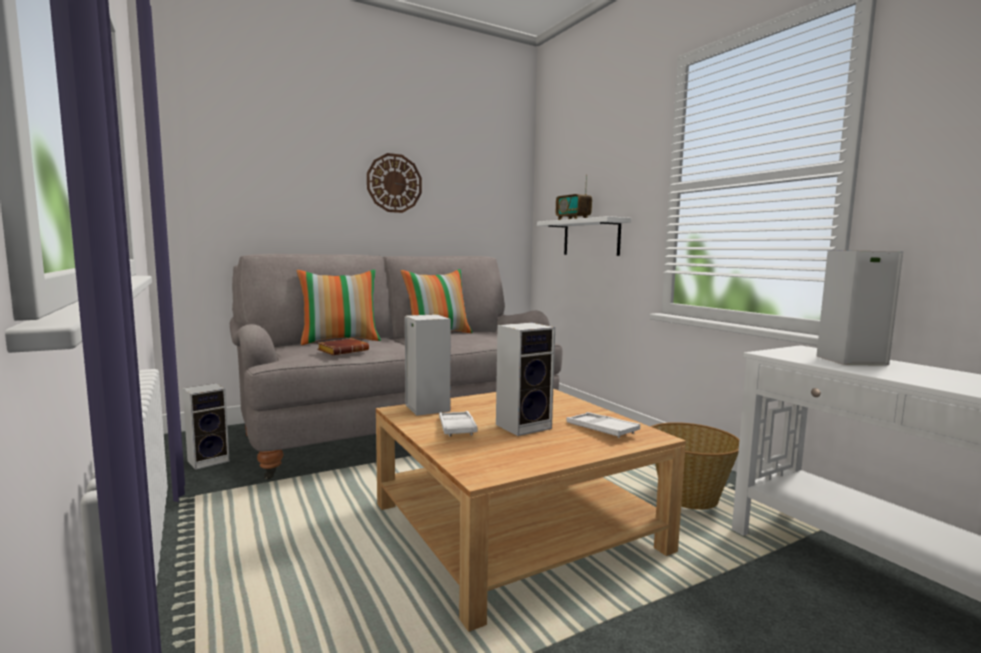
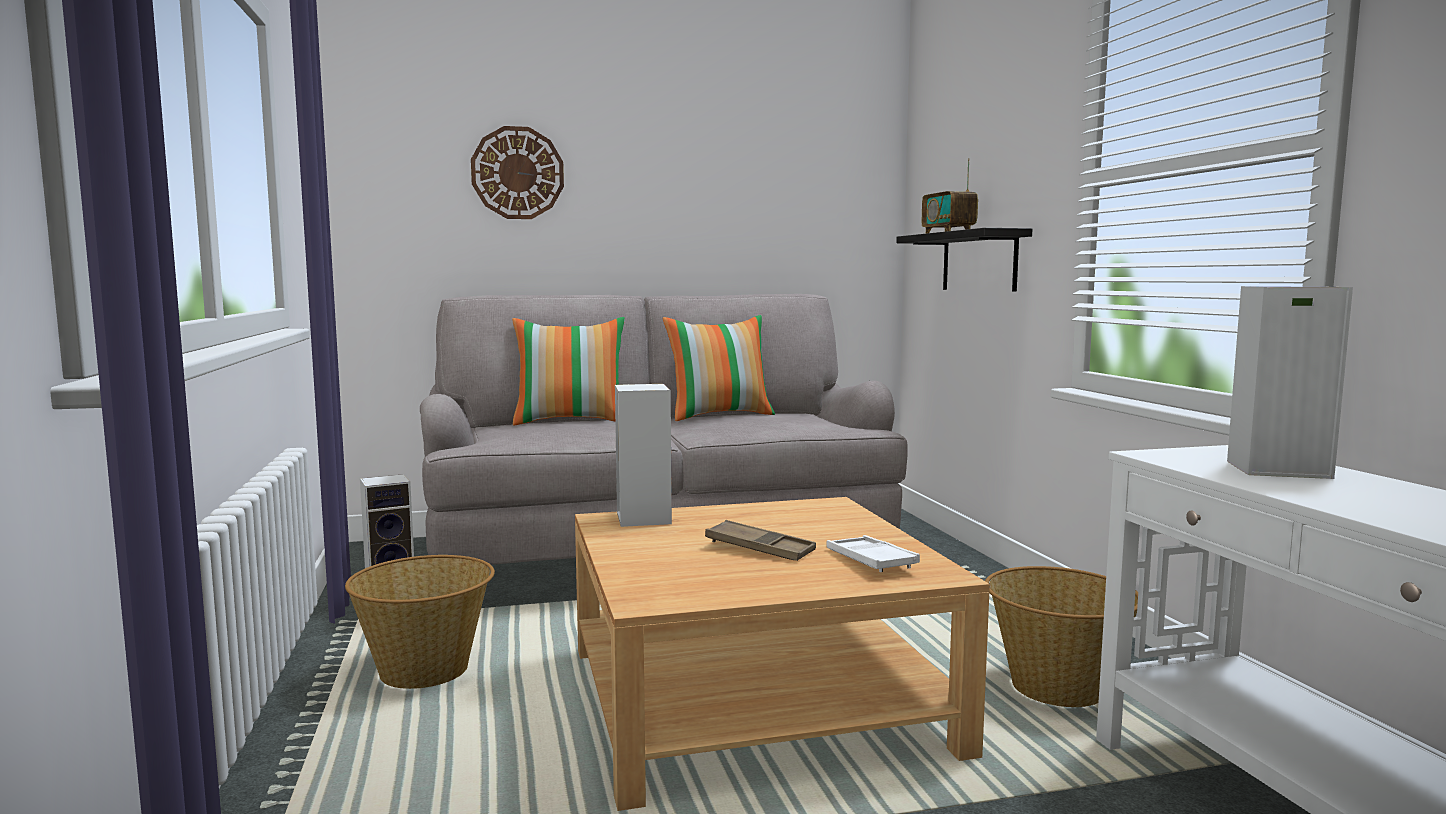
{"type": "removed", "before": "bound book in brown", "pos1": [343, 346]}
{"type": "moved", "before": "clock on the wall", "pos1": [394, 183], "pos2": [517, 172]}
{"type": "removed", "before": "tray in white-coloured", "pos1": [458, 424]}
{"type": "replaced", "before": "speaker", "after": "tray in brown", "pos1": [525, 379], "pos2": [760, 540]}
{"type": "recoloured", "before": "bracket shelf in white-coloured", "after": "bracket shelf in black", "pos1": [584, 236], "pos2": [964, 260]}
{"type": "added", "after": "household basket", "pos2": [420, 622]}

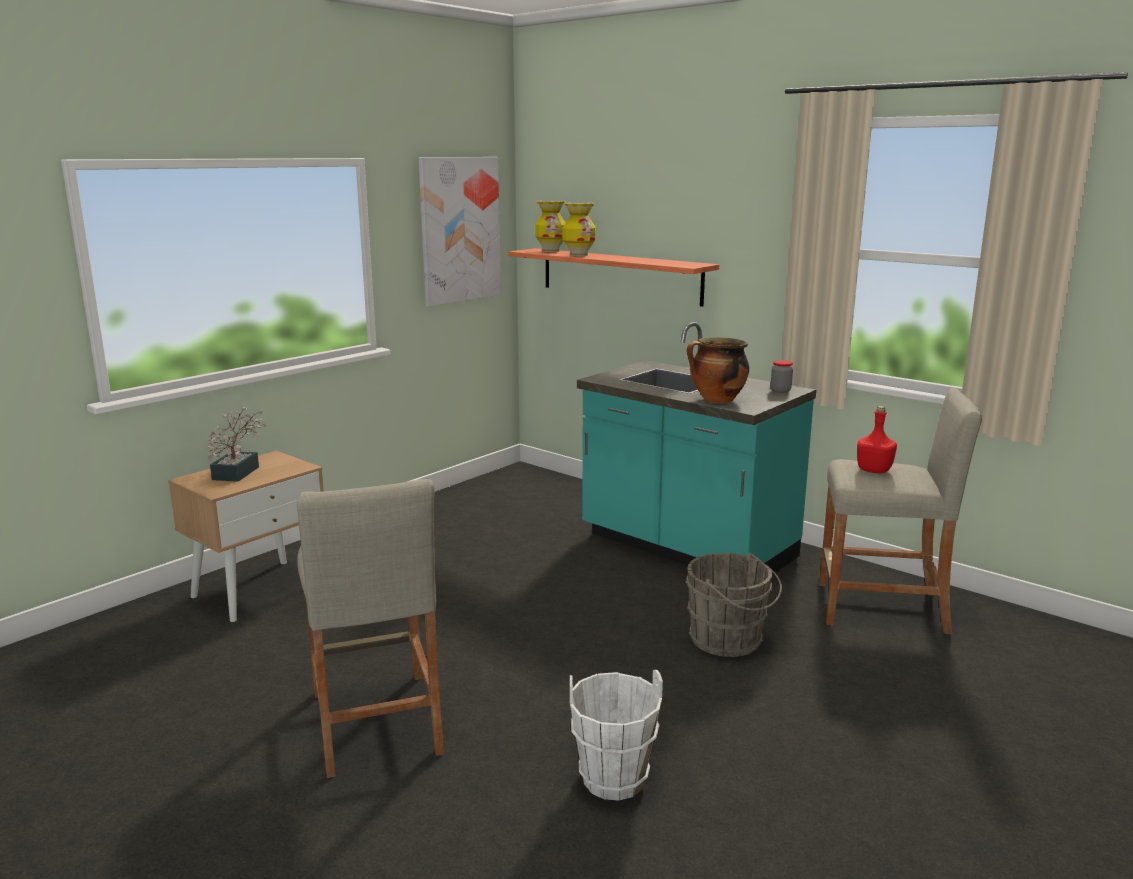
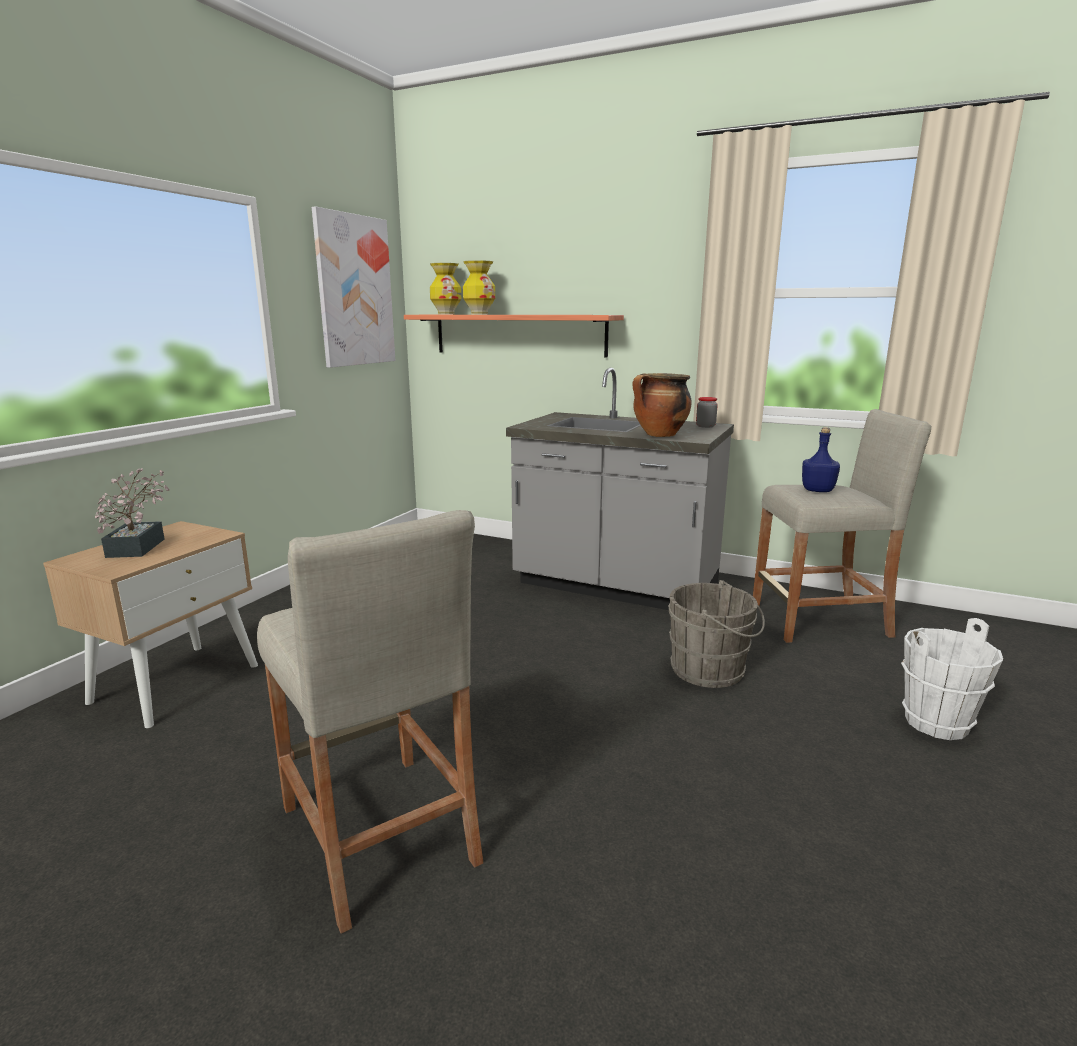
{"type": "moved", "before": "water bucket in white-coloured", "pos1": [616, 735], "pos2": [952, 679]}
{"type": "recoloured", "before": "kitchen counter in blue-green", "after": "kitchen counter in grey", "pos1": [696, 448], "pos2": [620, 488]}
{"type": "recoloured", "before": "bottle in red-coloured", "after": "bottle in bluish", "pos1": [877, 439], "pos2": [821, 459]}

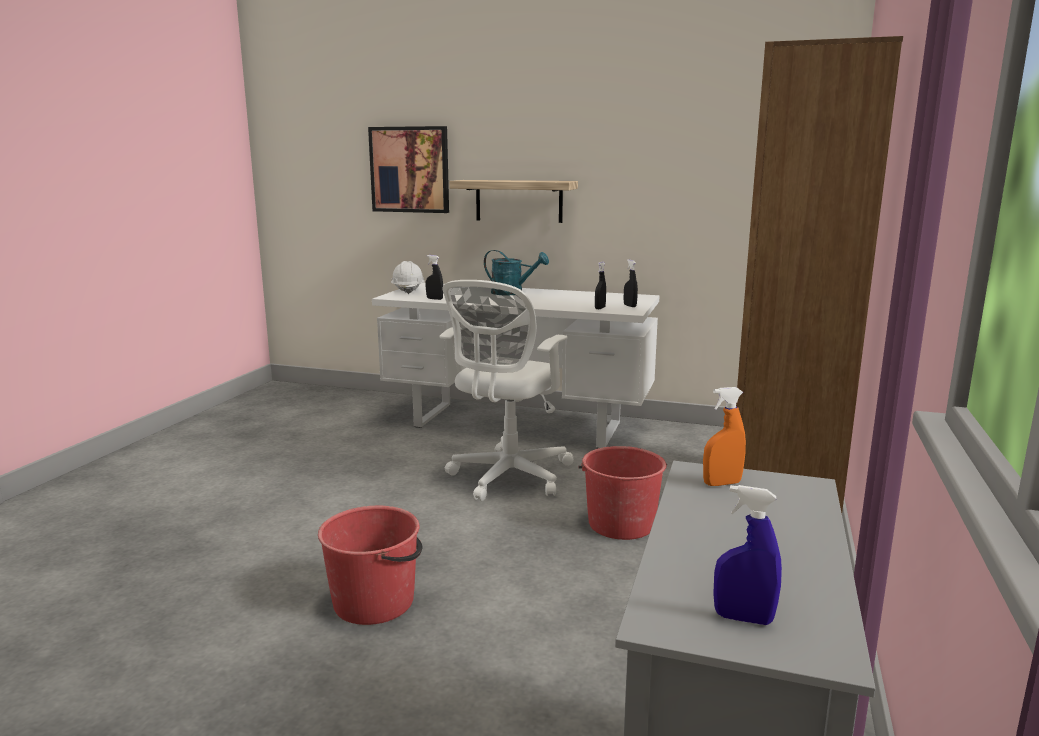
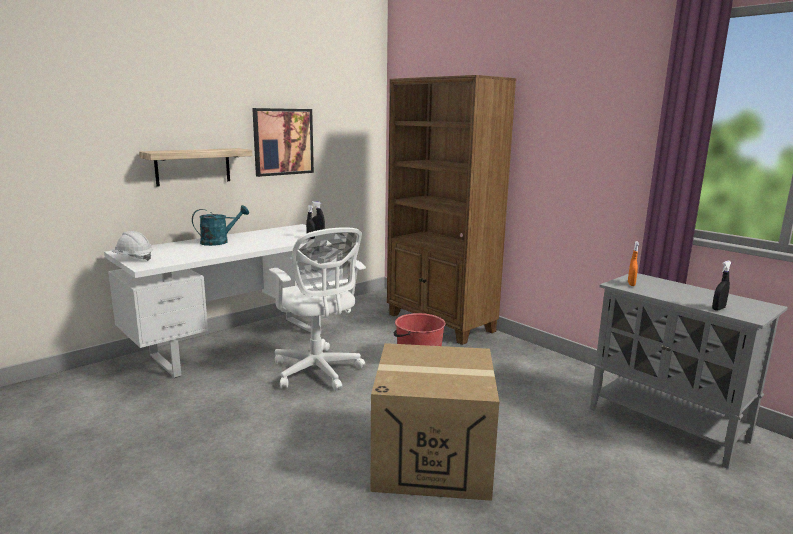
{"type": "replaced", "before": "water bucket in red-coloured", "after": "cardboard box", "pos1": [370, 565], "pos2": [434, 422]}
{"type": "moved", "before": "picture", "pos1": [408, 169], "pos2": [283, 142]}
{"type": "moved", "before": "sprayer in black", "pos1": [434, 277], "pos2": [721, 286]}
{"type": "removed", "before": "sprayer in bluish", "pos1": [747, 555]}

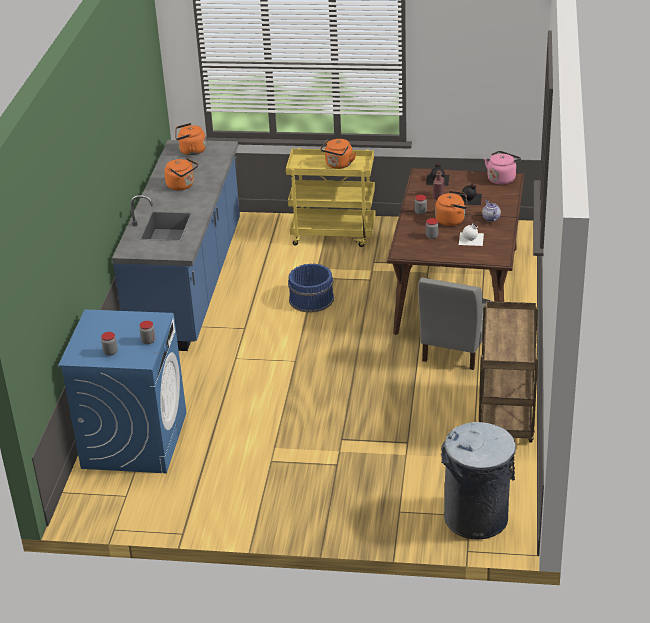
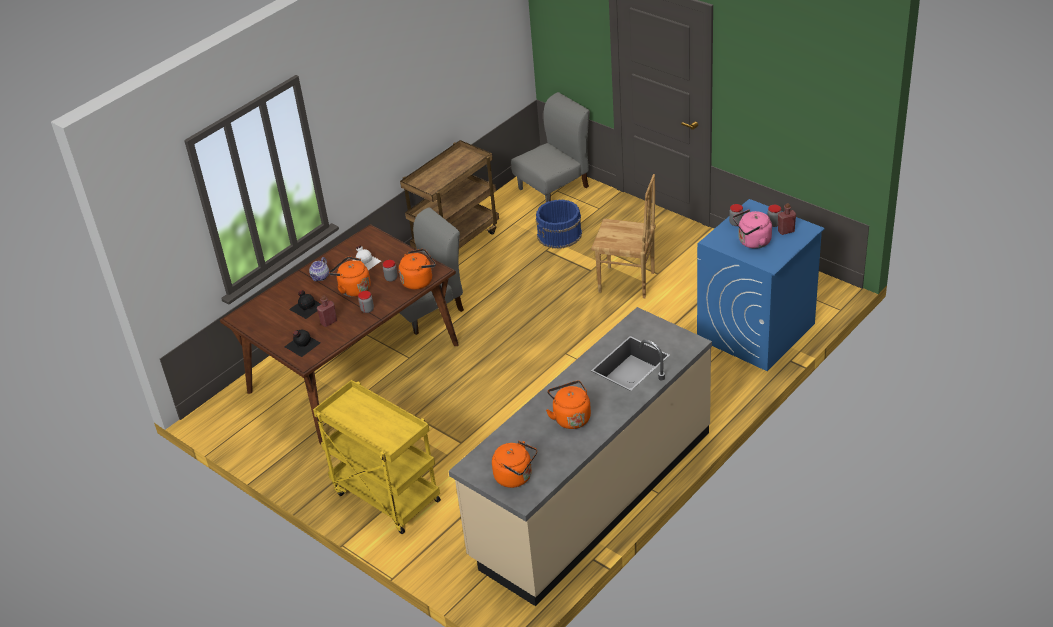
{"type": "recoloured", "before": "kitchen counter in bluish", "after": "kitchen counter in beige-coloured", "pos1": [176, 245], "pos2": [580, 456]}
{"type": "moved", "before": "water bucket in bluish", "pos1": [311, 288], "pos2": [559, 224]}
{"type": "moved", "before": "tea kettle in orange-coloured", "pos1": [338, 154], "pos2": [417, 269]}
{"type": "replaced", "before": "waste bin in grey", "after": "chair in grey", "pos1": [478, 480], "pos2": [550, 147]}
{"type": "moved", "before": "tea kettle in pink-coloured", "pos1": [502, 168], "pos2": [752, 229]}
{"type": "added", "after": "chair in brown", "pos2": [623, 236]}
{"type": "added", "after": "bottle in red-coloured", "pos2": [787, 219]}

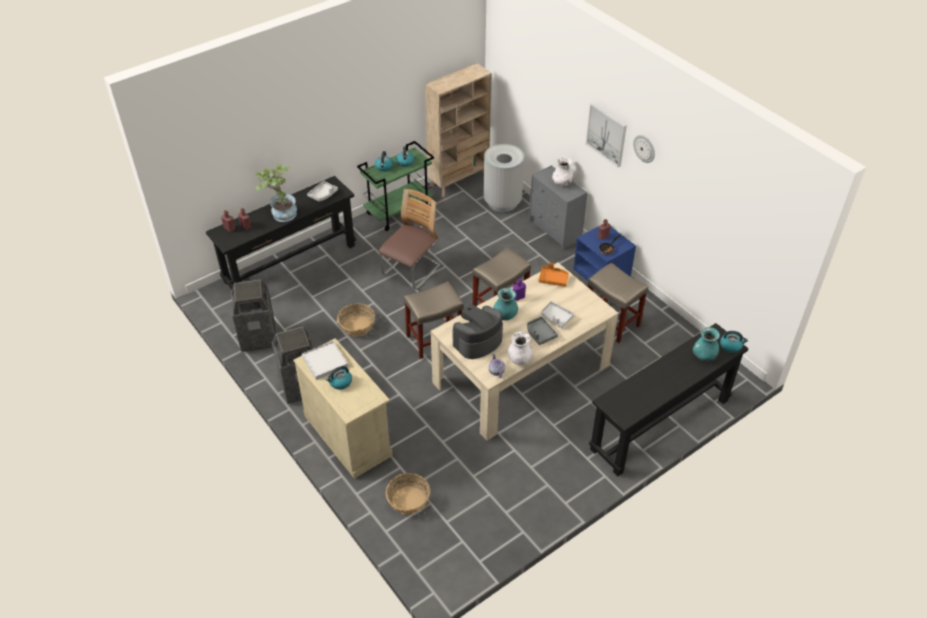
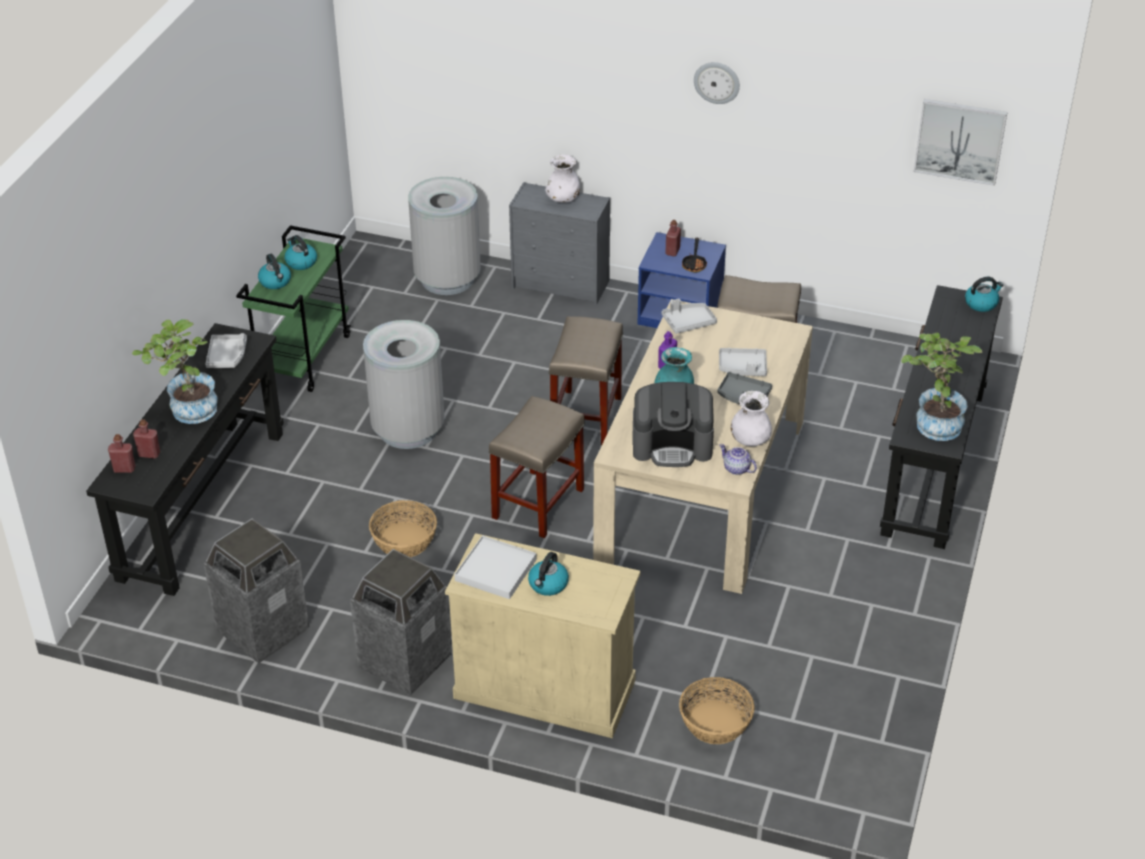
{"type": "replaced", "before": "chair", "after": "waste bin in grey", "pos1": [410, 239], "pos2": [404, 384]}
{"type": "removed", "before": "bookcase in beige-coloured", "pos1": [458, 130]}
{"type": "turned", "before": "coffee brewer", "pos1": [478, 332], "pos2": [673, 424], "turn": -105}
{"type": "recoloured", "before": "tray in orange-coloured", "after": "tray in grey", "pos1": [554, 275], "pos2": [689, 316]}
{"type": "moved", "before": "picture", "pos1": [606, 135], "pos2": [960, 142]}
{"type": "removed", "before": "flower vase in blue-green", "pos1": [706, 344]}
{"type": "added", "after": "houseplant", "pos2": [942, 387]}

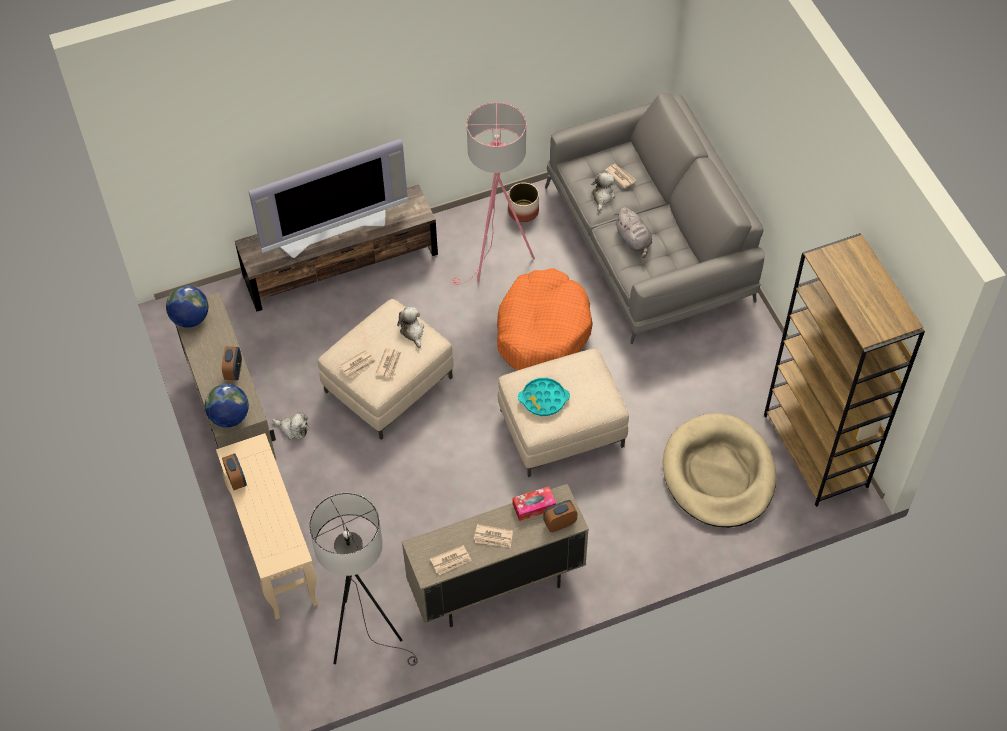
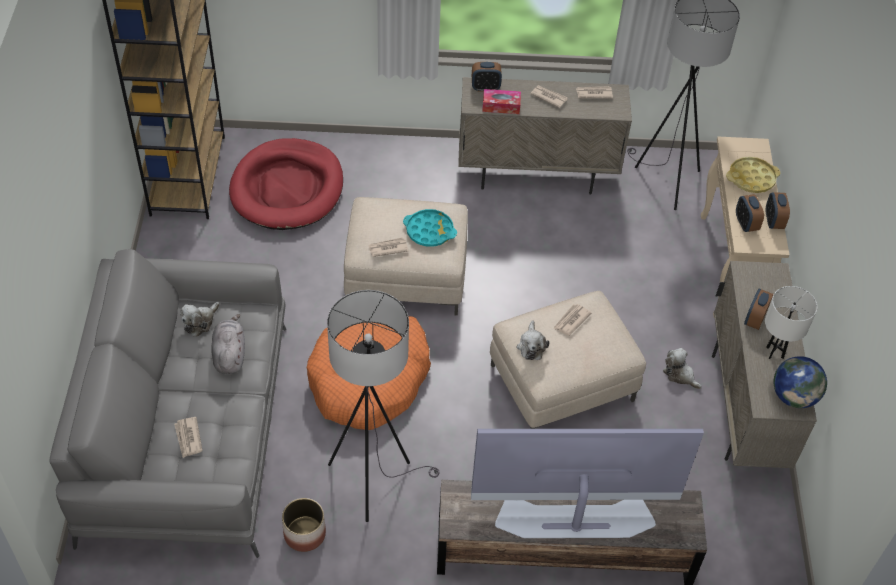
{"type": "removed", "before": "desk globe", "pos1": [227, 405]}
{"type": "moved", "before": "daily paper", "pos1": [357, 364], "pos2": [388, 247]}
{"type": "recoloured", "before": "standard lamp in pink-coloured", "after": "standard lamp in grey", "pos1": [493, 193], "pos2": [383, 406]}
{"type": "moved", "before": "plush toy", "pos1": [603, 192], "pos2": [200, 319]}
{"type": "recoloured", "before": "dog bed in beige-coloured", "after": "dog bed in red-coloured", "pos1": [719, 470], "pos2": [286, 184]}
{"type": "added", "after": "tray in yellow", "pos2": [753, 175]}
{"type": "added", "after": "bedside clock", "pos2": [750, 213]}
{"type": "added", "after": "lamp for a table in white-coloured", "pos2": [791, 322]}

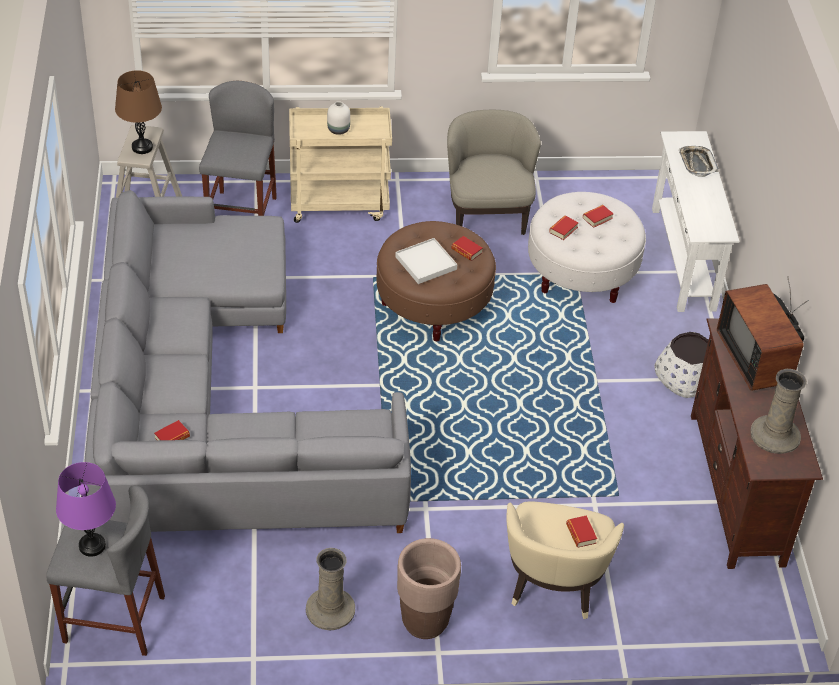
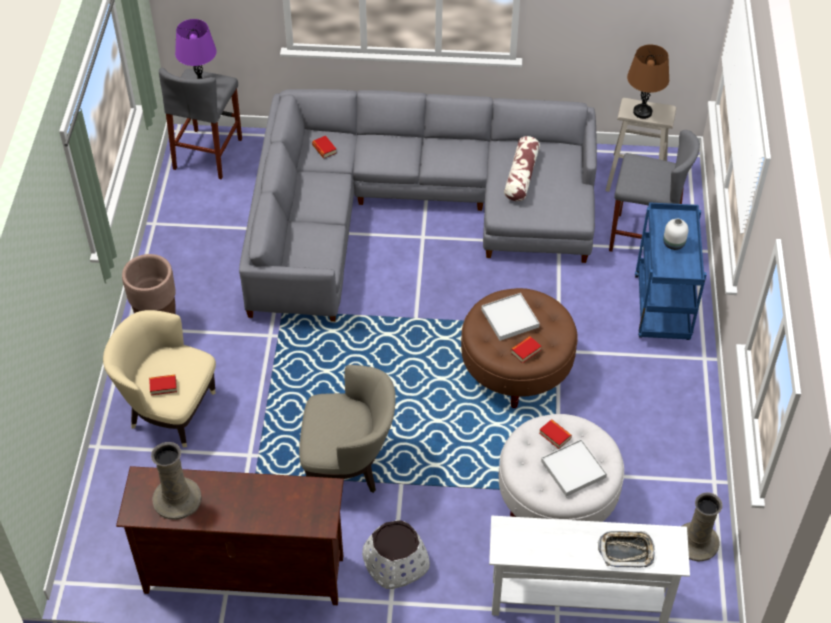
{"type": "recoloured", "before": "wheeled cart in beige-coloured", "after": "wheeled cart in bluish", "pos1": [340, 165], "pos2": [671, 271]}
{"type": "moved", "before": "flower vase in beige-coloured", "pos1": [330, 589], "pos2": [702, 527]}
{"type": "moved", "before": "easy chair in beige-coloured", "pos1": [494, 172], "pos2": [347, 429]}
{"type": "replaced", "before": "bound book", "after": "tray in white-coloured", "pos1": [598, 216], "pos2": [574, 467]}
{"type": "removed", "before": "TV", "pos1": [763, 333]}
{"type": "added", "after": "pillow", "pos2": [522, 168]}

